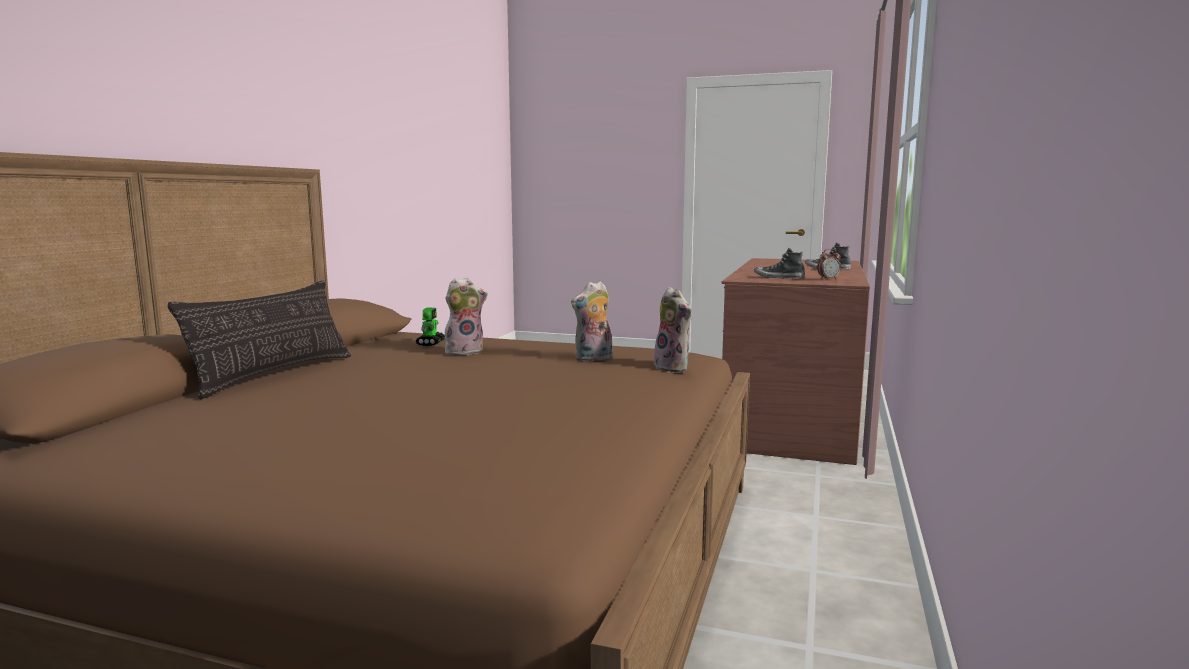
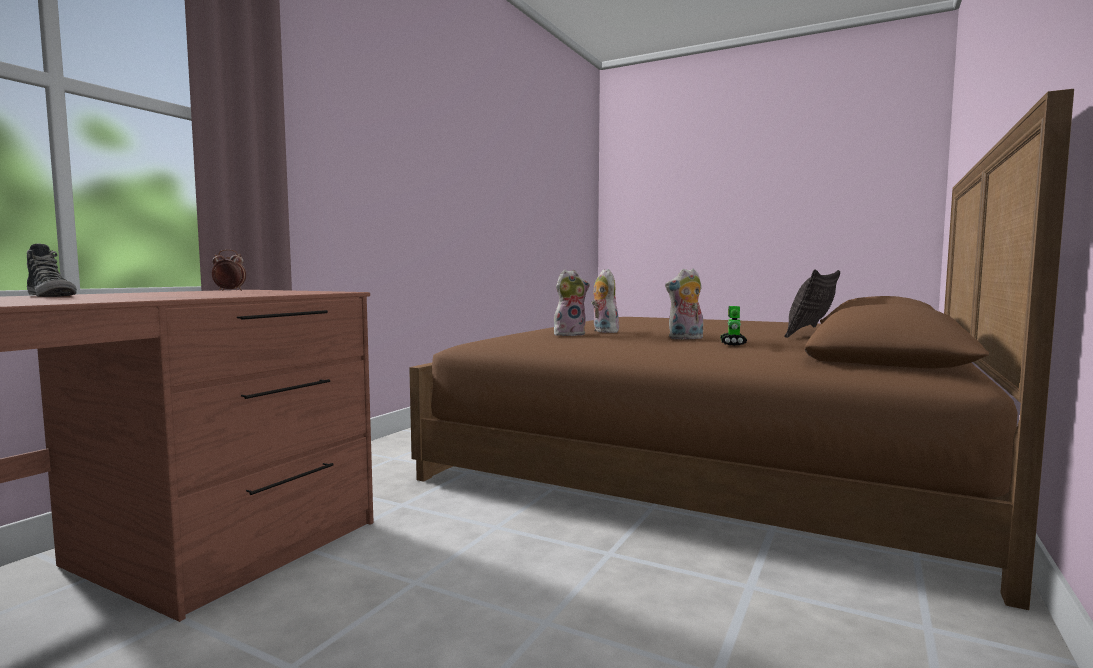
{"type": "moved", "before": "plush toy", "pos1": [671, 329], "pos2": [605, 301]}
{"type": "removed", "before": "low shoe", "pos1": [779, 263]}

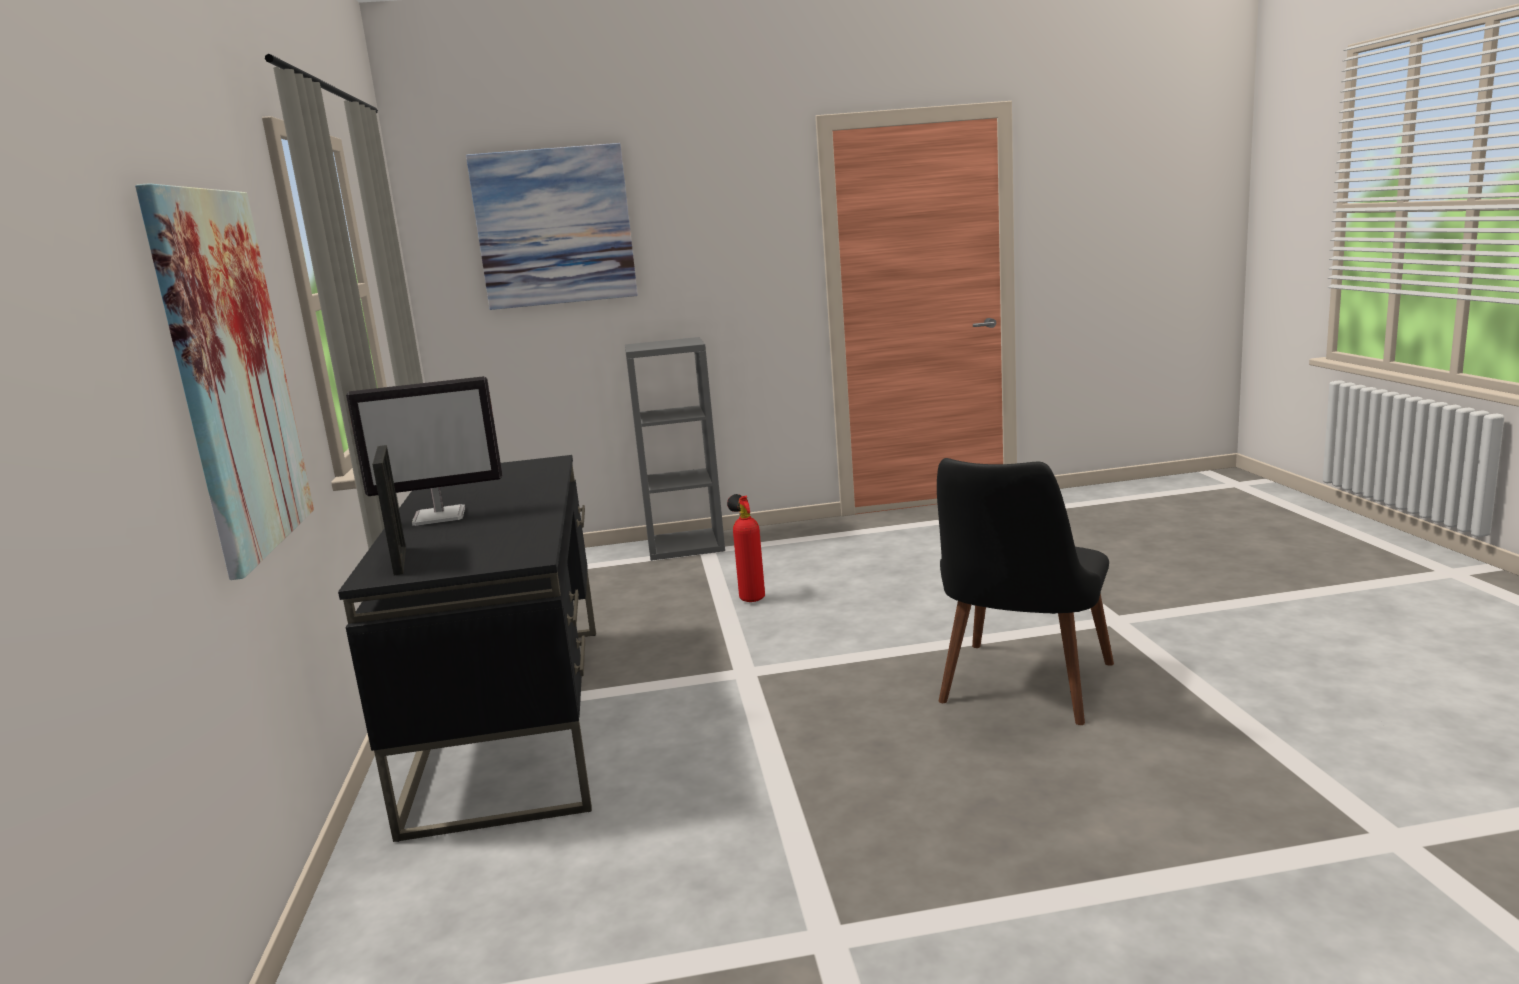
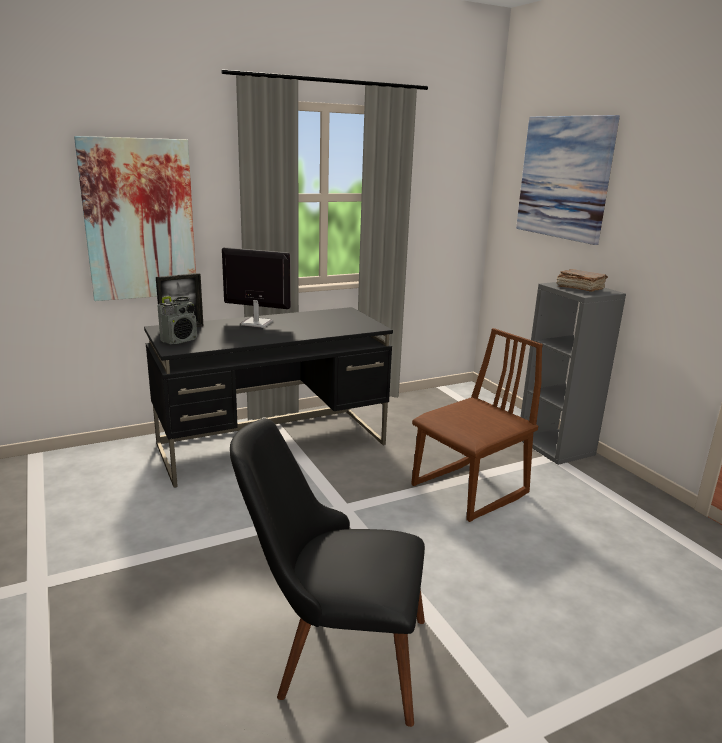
{"type": "turned", "before": "computer screen", "pos1": [424, 451], "pos2": [256, 287], "turn": 135}
{"type": "replaced", "before": "fire extinguisher", "after": "chair in brown", "pos1": [746, 548], "pos2": [477, 425]}
{"type": "added", "after": "radio set", "pos2": [177, 320]}
{"type": "added", "after": "bound book in brown", "pos2": [582, 280]}

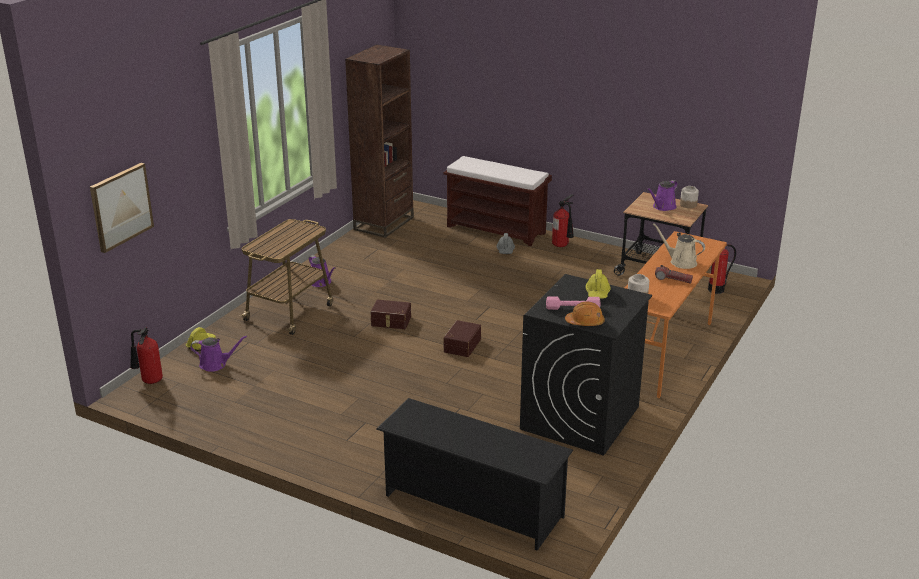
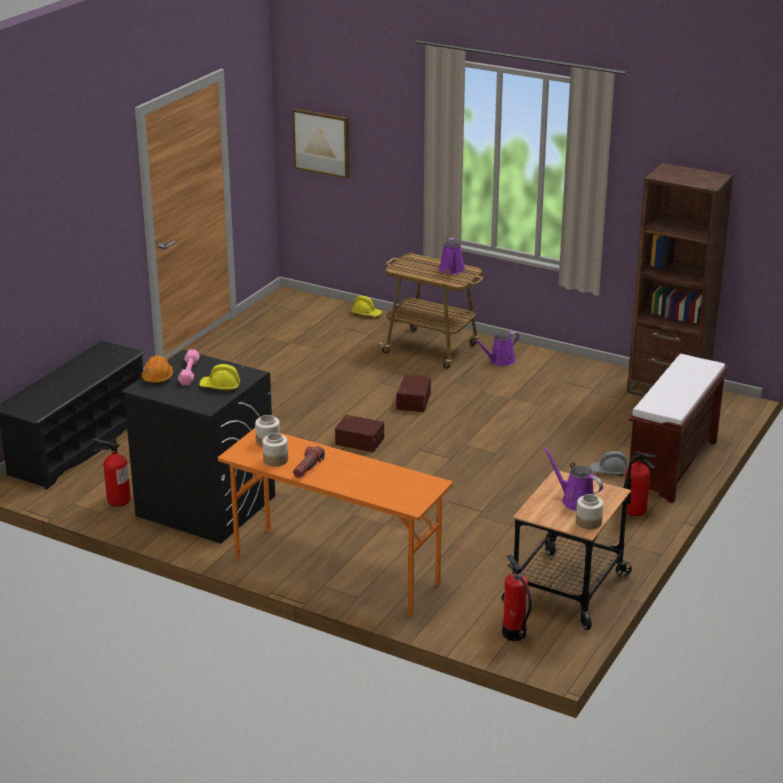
{"type": "moved", "before": "fire extinguisher", "pos1": [146, 355], "pos2": [112, 472]}
{"type": "moved", "before": "watering pot in purple-coloured", "pos1": [218, 354], "pos2": [452, 255]}
{"type": "removed", "before": "watering pot in beige-coloured", "pos1": [679, 246]}
{"type": "added", "after": "preserve jar", "pos2": [275, 450]}

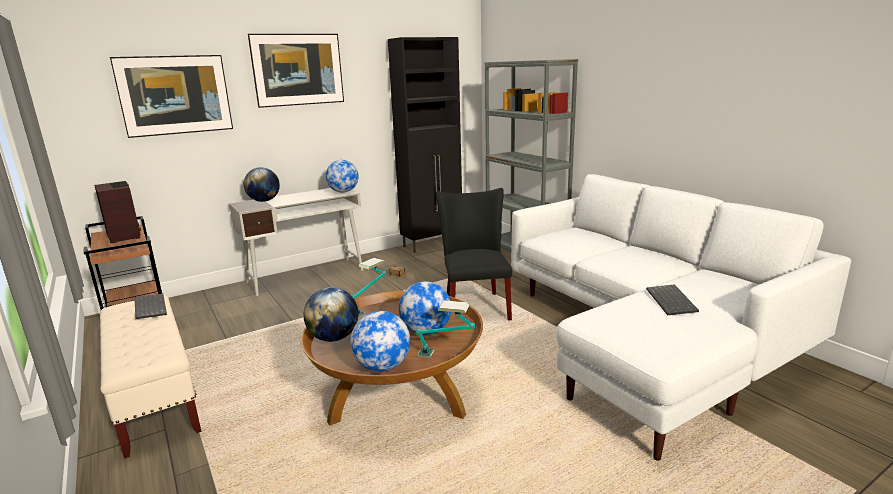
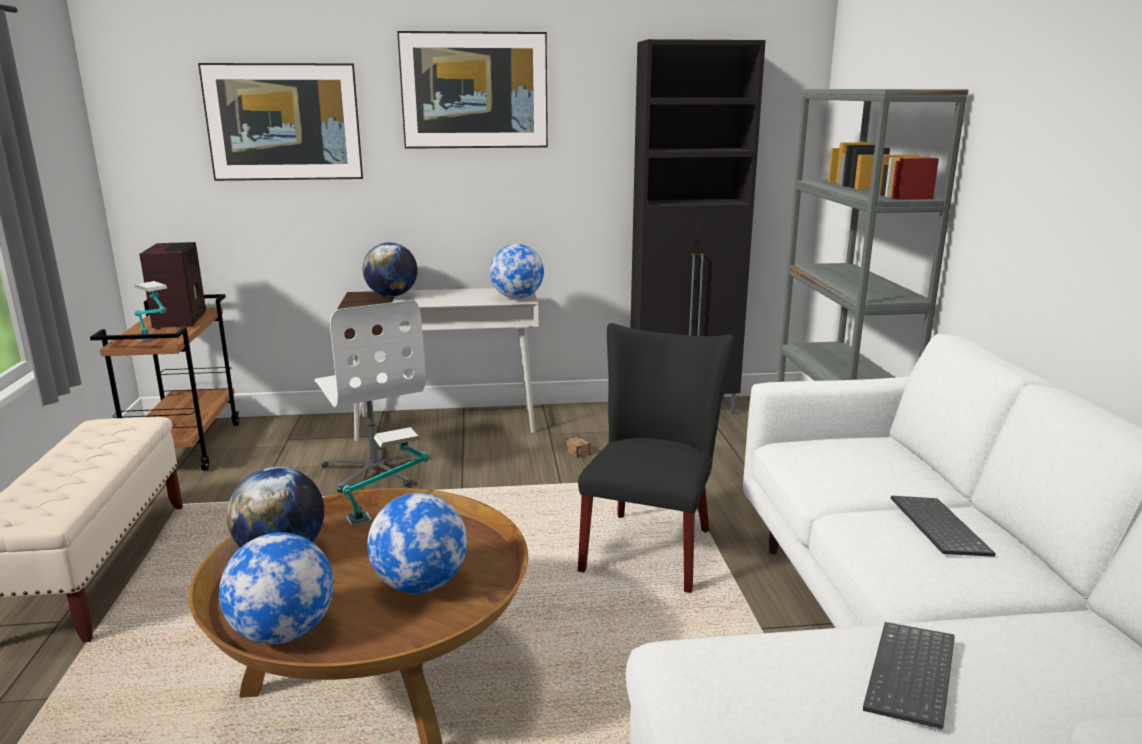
{"type": "moved", "before": "computer keyboard", "pos1": [150, 306], "pos2": [943, 526]}
{"type": "moved", "before": "lamp for a table", "pos1": [445, 329], "pos2": [150, 311]}
{"type": "added", "after": "desk chair in white-coloured", "pos2": [370, 396]}

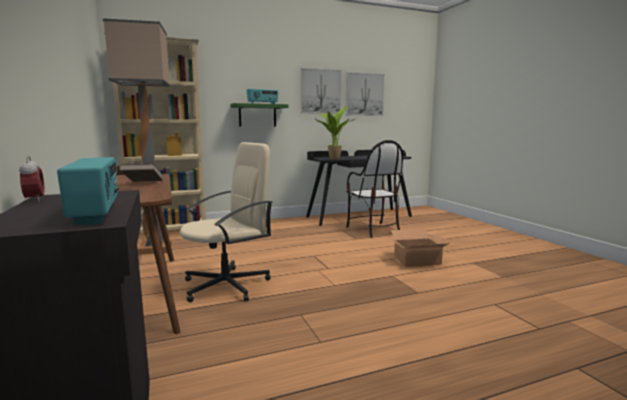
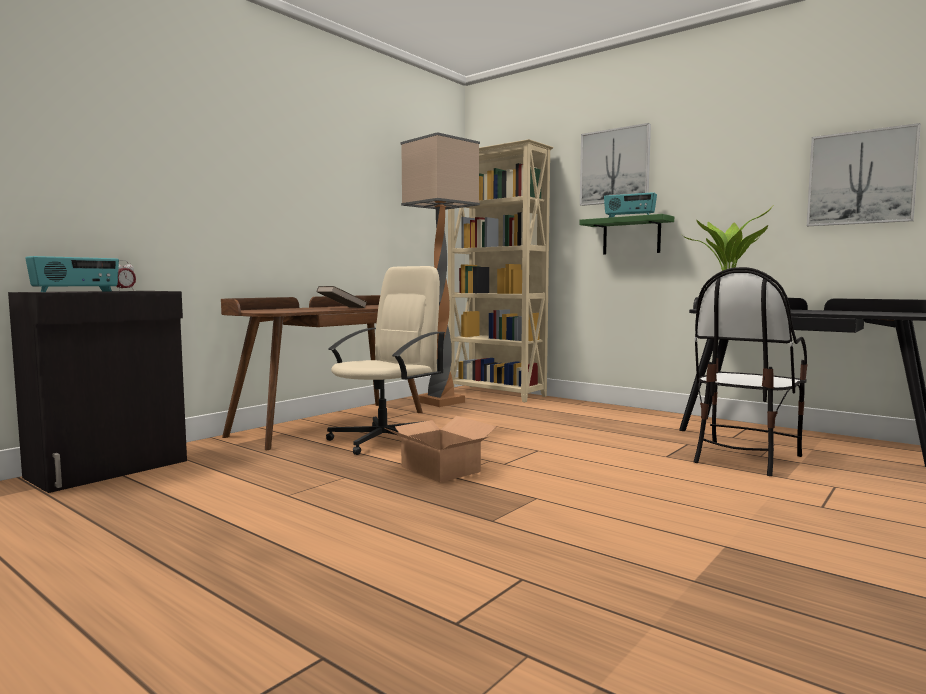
{"type": "turned", "before": "desk chair in beige-coloured", "pos1": [226, 222], "pos2": [386, 360], "turn": -75}
{"type": "moved", "before": "picture", "pos1": [321, 91], "pos2": [615, 164]}
{"type": "moved", "before": "cardboard box", "pos1": [419, 248], "pos2": [440, 449]}

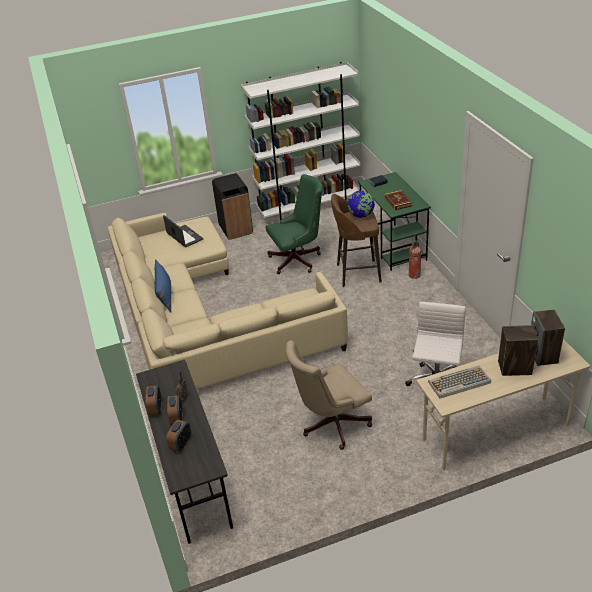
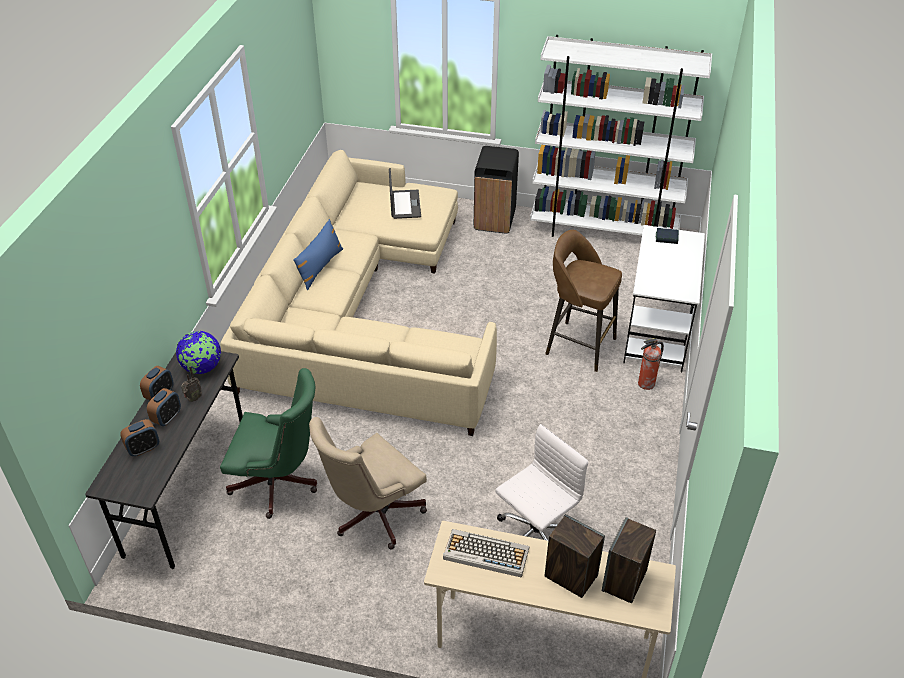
{"type": "moved", "before": "desk chair in green", "pos1": [294, 224], "pos2": [268, 443]}
{"type": "turned", "before": "desk chair in beige-coloured", "pos1": [329, 395], "pos2": [368, 483], "turn": -45}
{"type": "moved", "before": "desk globe", "pos1": [361, 204], "pos2": [198, 352]}
{"type": "recoloured", "before": "desk in green", "after": "desk in white-coloured", "pos1": [394, 221], "pos2": [664, 298]}
{"type": "removed", "before": "bound book", "pos1": [398, 200]}

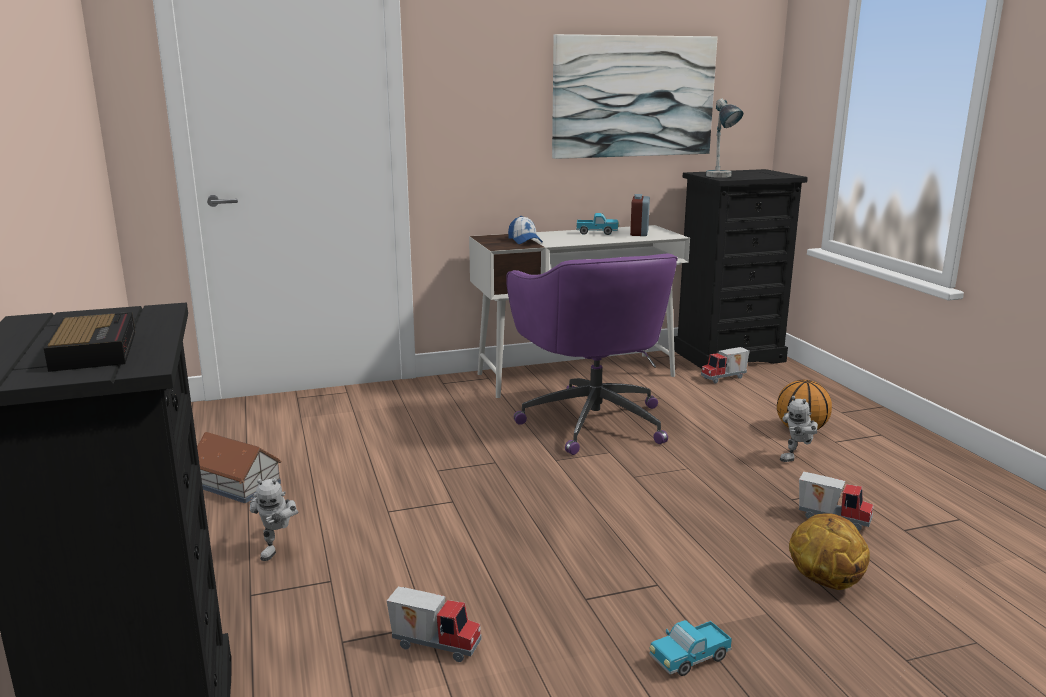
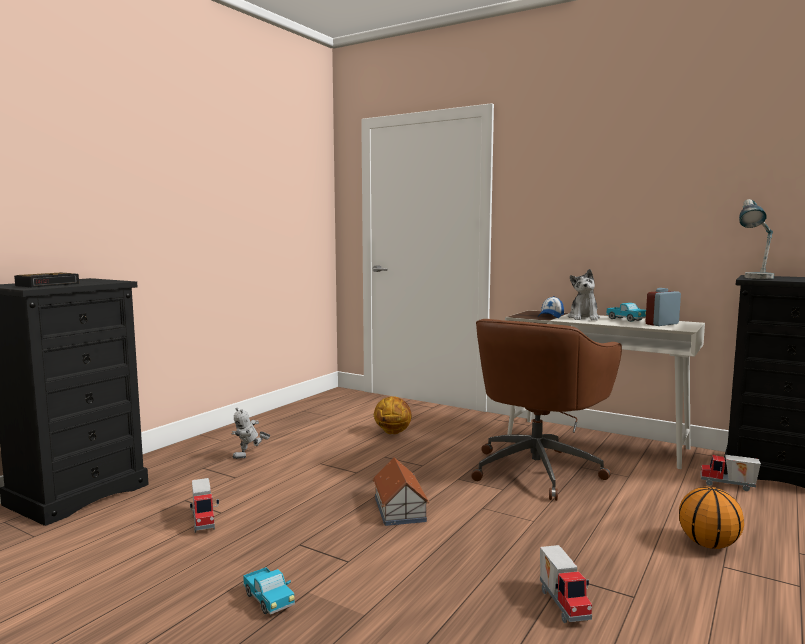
{"type": "moved", "before": "toy house", "pos1": [239, 467], "pos2": [401, 491]}
{"type": "recoloured", "before": "desk chair in purple-coloured", "after": "desk chair in brown", "pos1": [592, 354], "pos2": [546, 410]}
{"type": "removed", "before": "picture", "pos1": [634, 96]}
{"type": "turned", "before": "toy truck", "pos1": [691, 648], "pos2": [269, 590], "turn": -150}
{"type": "removed", "before": "toy robot", "pos1": [799, 429]}
{"type": "moved", "before": "basketball ball", "pos1": [829, 551], "pos2": [393, 415]}
{"type": "added", "after": "plush toy", "pos2": [584, 294]}

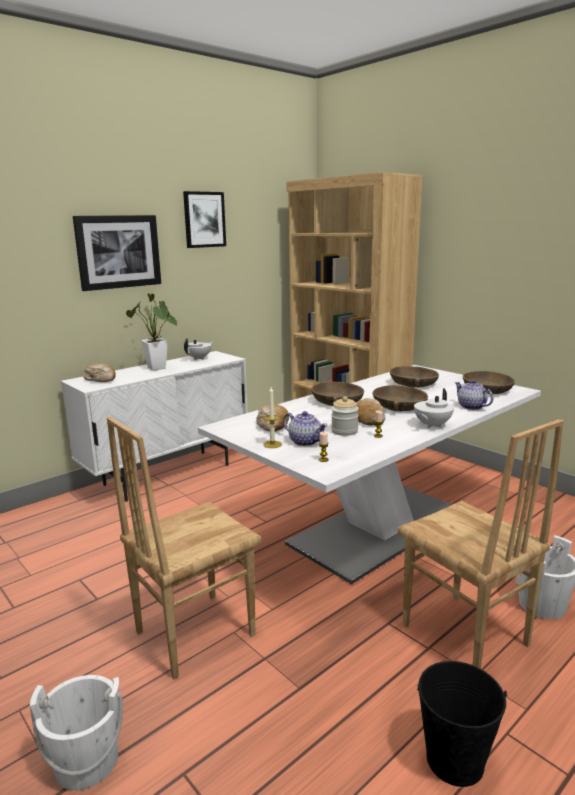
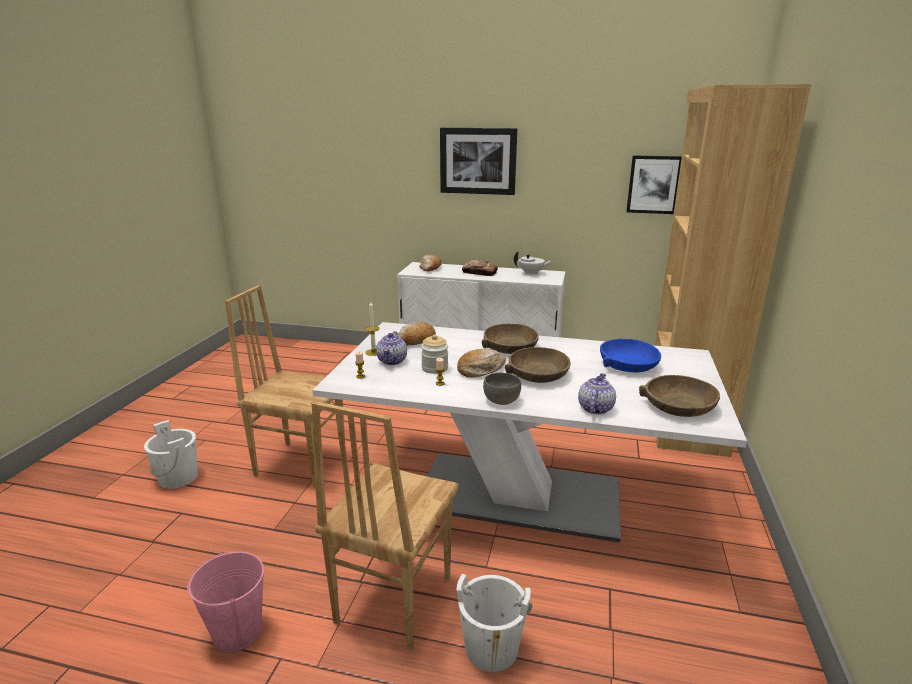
{"type": "replaced", "before": "houseplant", "after": "bakery bread", "pos1": [151, 332], "pos2": [480, 268]}
{"type": "moved", "before": "picture", "pos1": [204, 219], "pos2": [654, 185]}
{"type": "recoloured", "before": "bowl in brown", "after": "bowl in bluish", "pos1": [414, 377], "pos2": [630, 356]}
{"type": "replaced", "before": "tea pot in white-coloured", "after": "bowl in grey", "pos1": [434, 408], "pos2": [502, 389]}
{"type": "recoloured", "before": "water bucket in black", "after": "water bucket in pink-coloured", "pos1": [462, 724], "pos2": [225, 602]}

